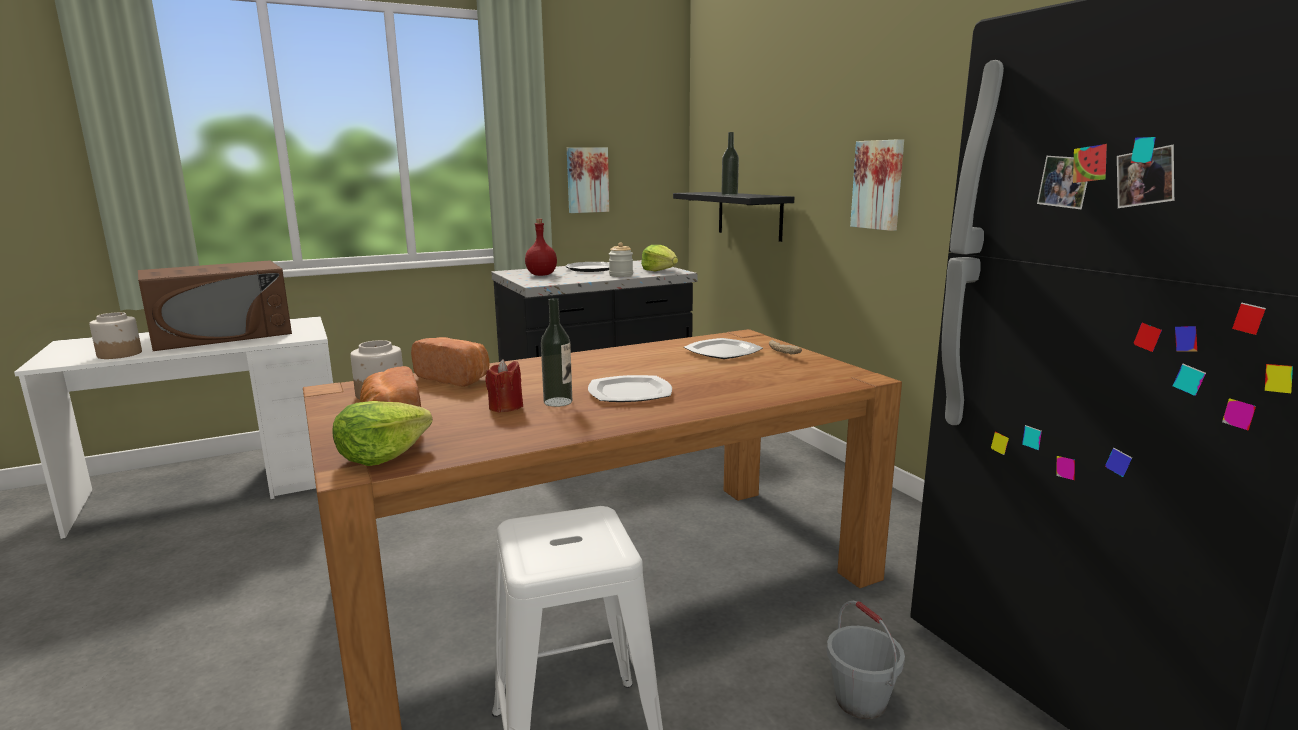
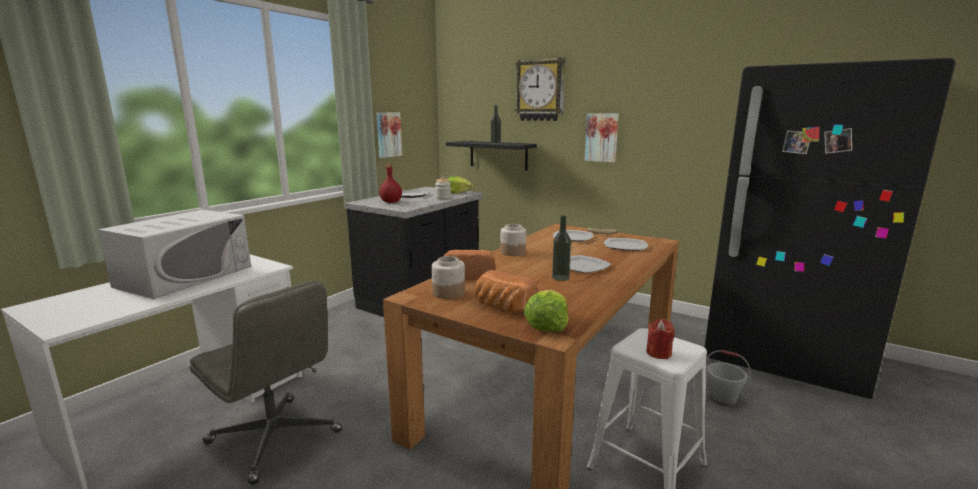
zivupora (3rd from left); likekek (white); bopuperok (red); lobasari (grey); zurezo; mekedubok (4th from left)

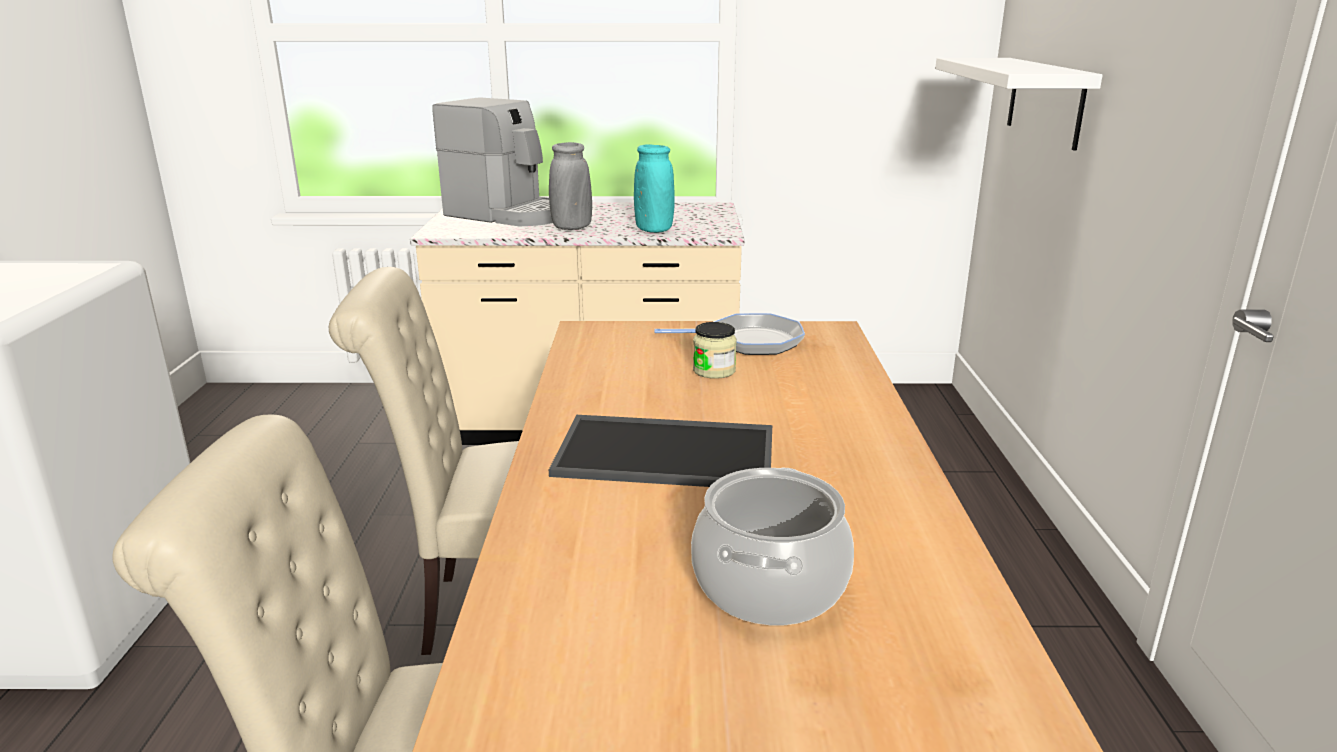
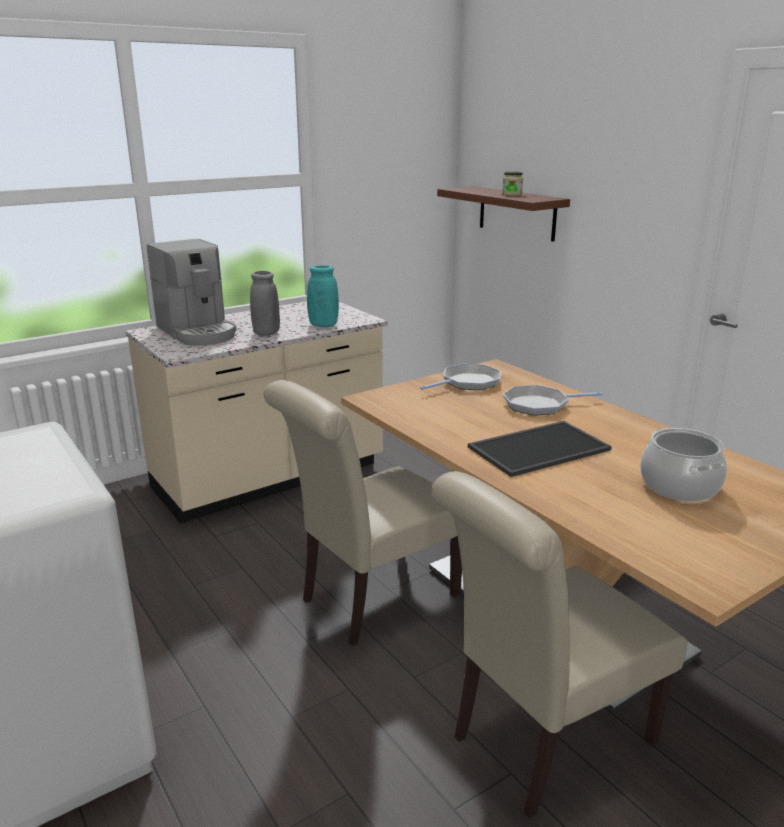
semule; zivupora; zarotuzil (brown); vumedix (2nd from left)

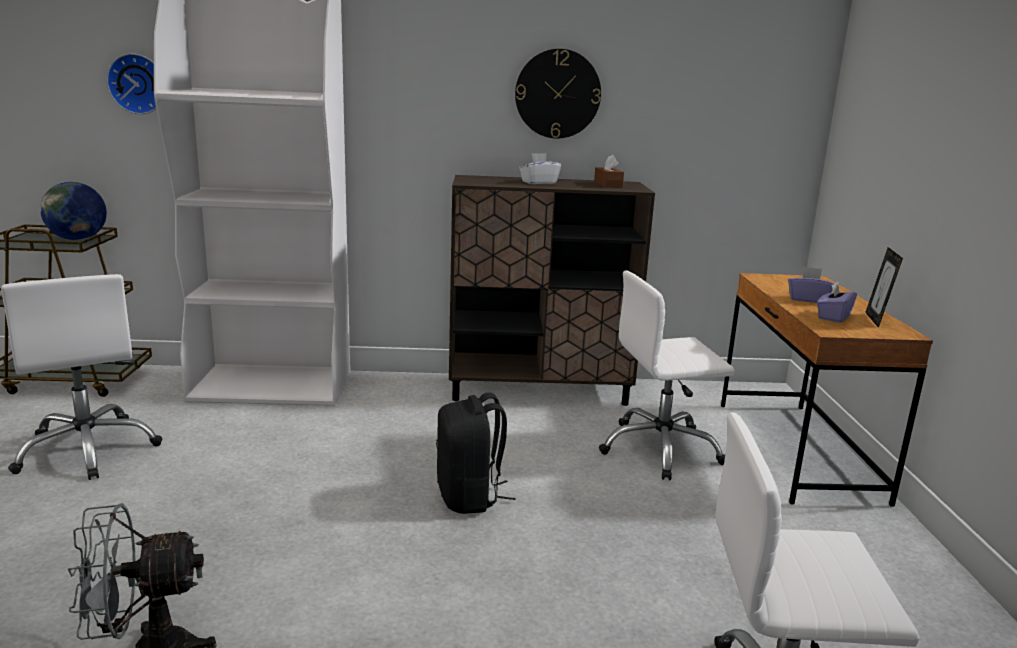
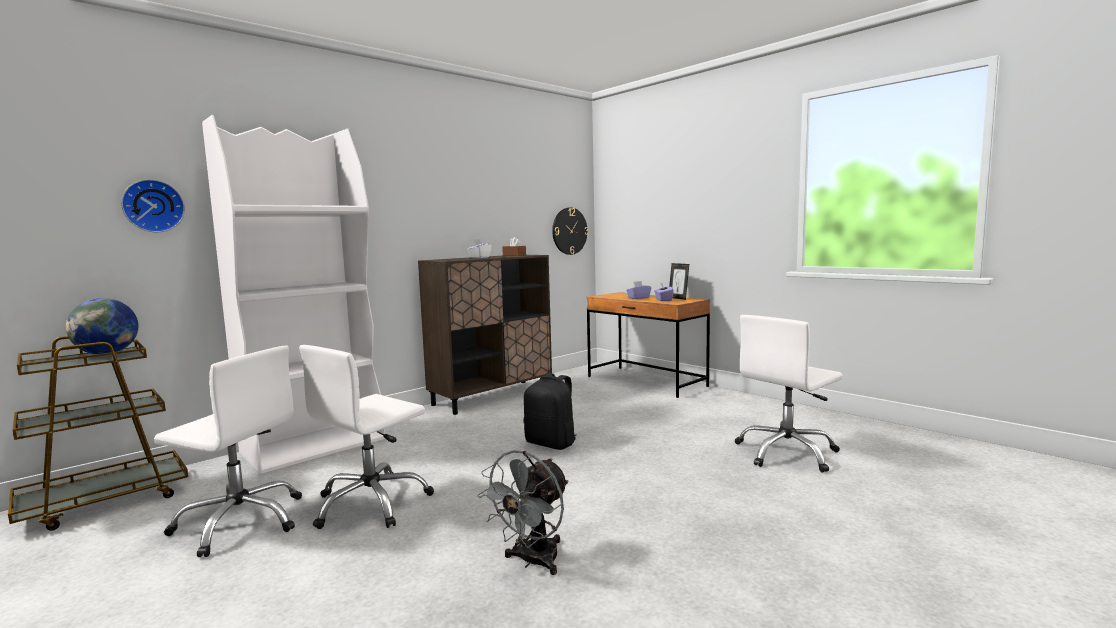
zurezo (2nd from left); lobasari (white) (2nd from left)

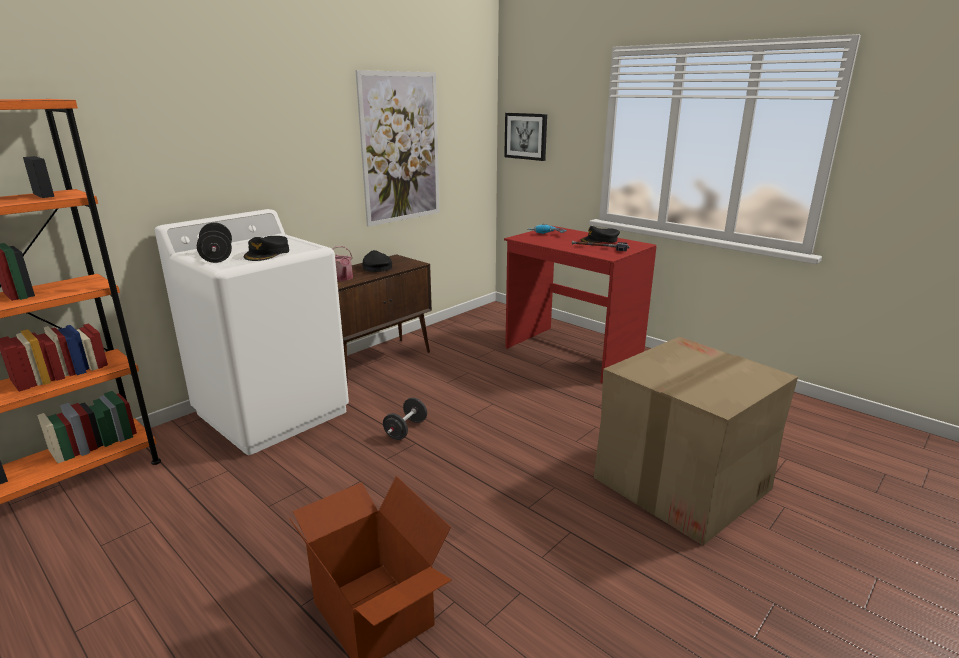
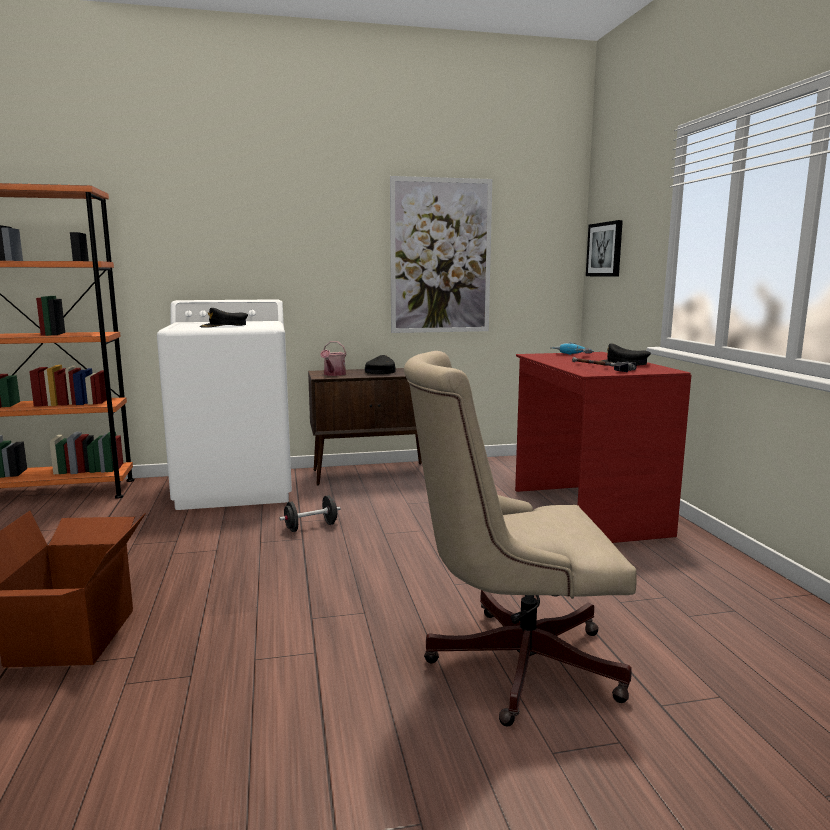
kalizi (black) (1st from left in the first image); lobasari (beige)

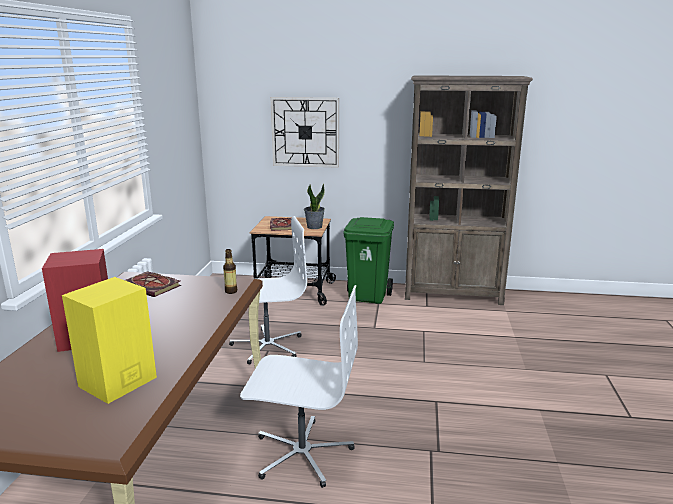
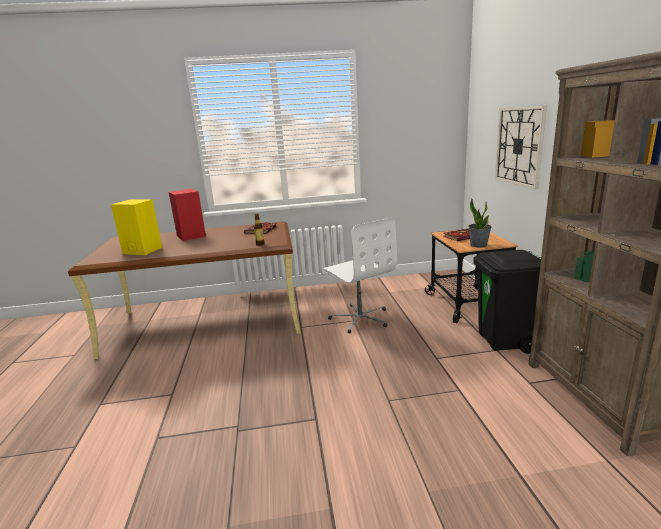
lobasari (white) (2nd from left in the first image); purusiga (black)

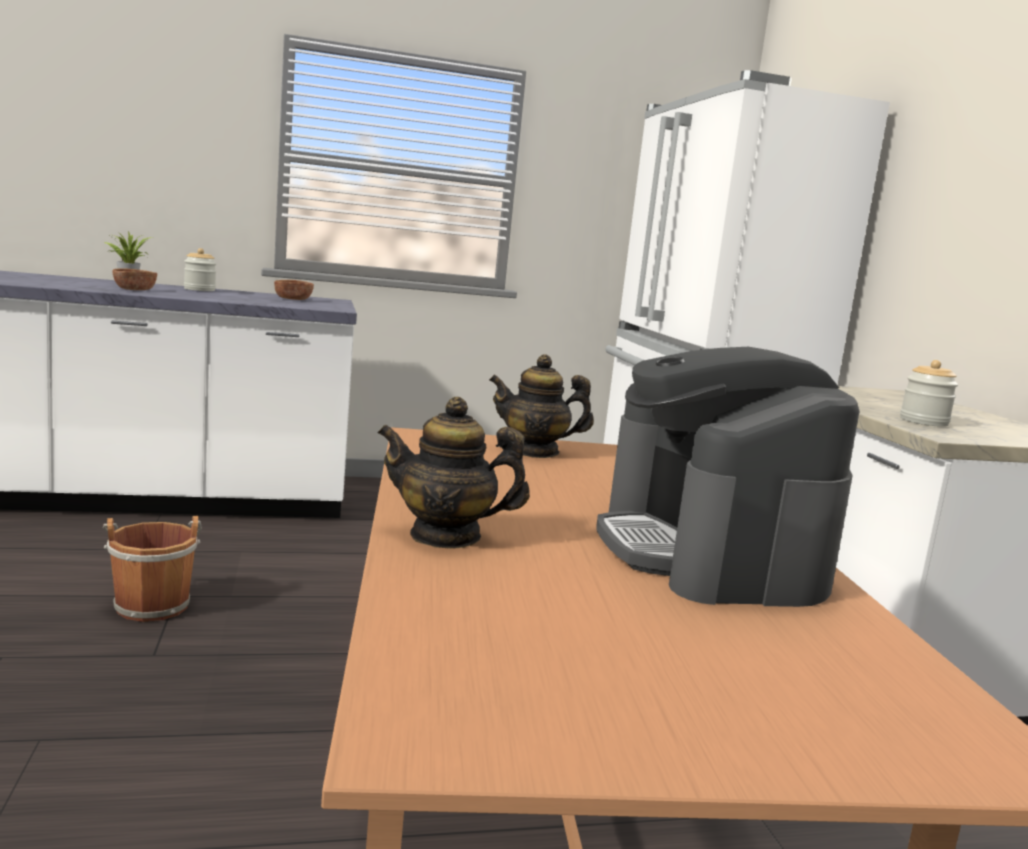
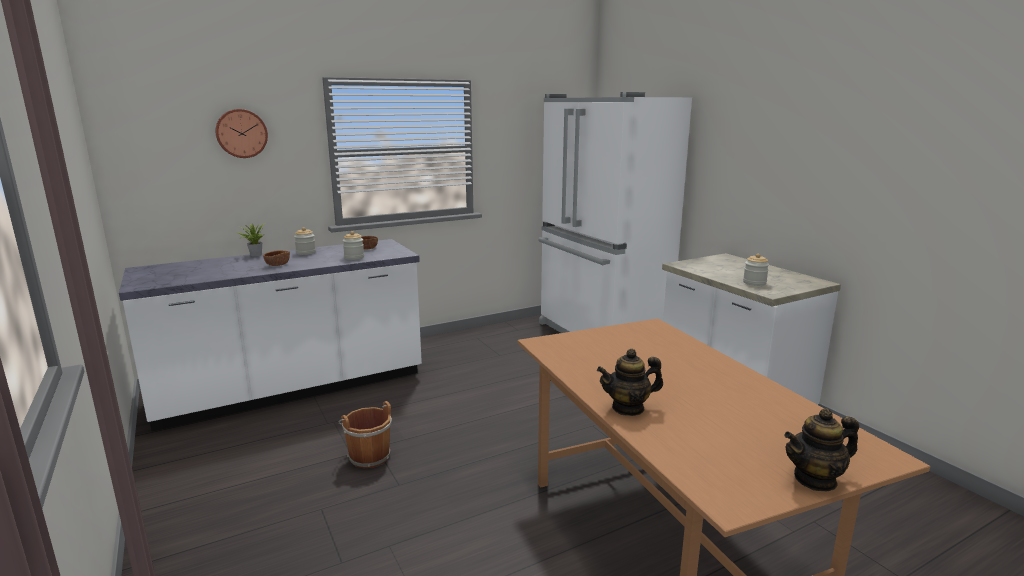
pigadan (2nd from left); semule; zurezo; zivupora (2nd from left)

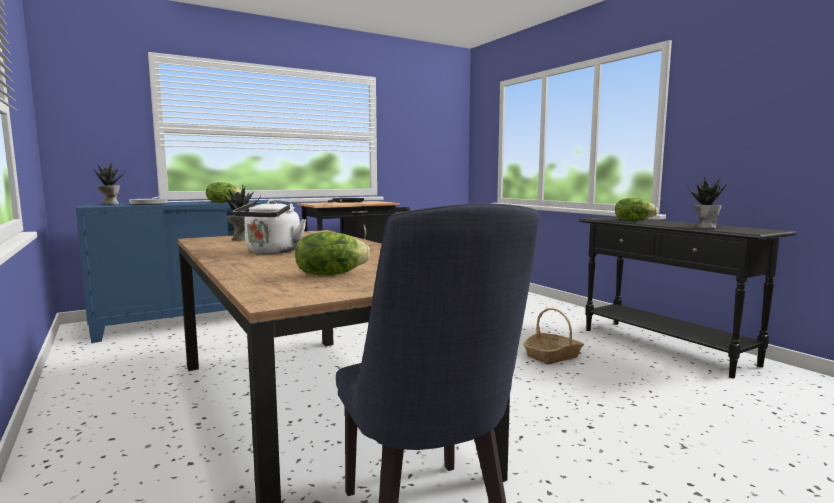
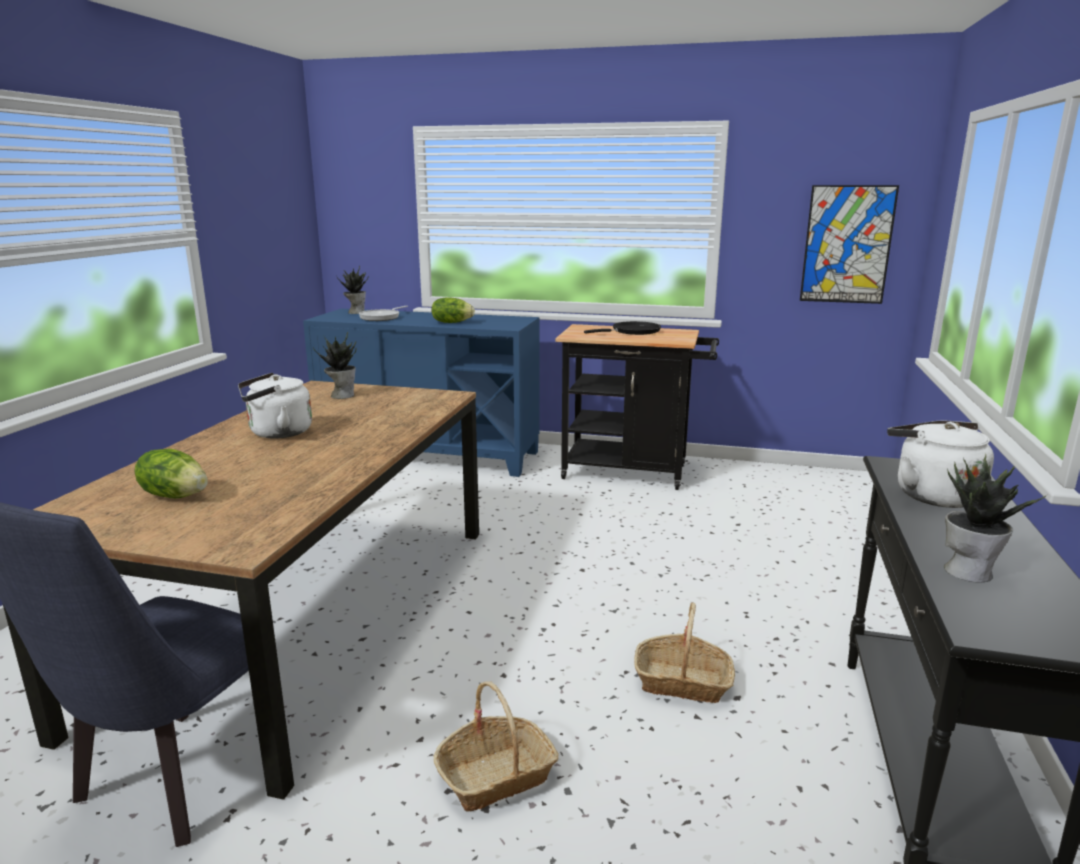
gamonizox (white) (2nd from left); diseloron (1st from left); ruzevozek

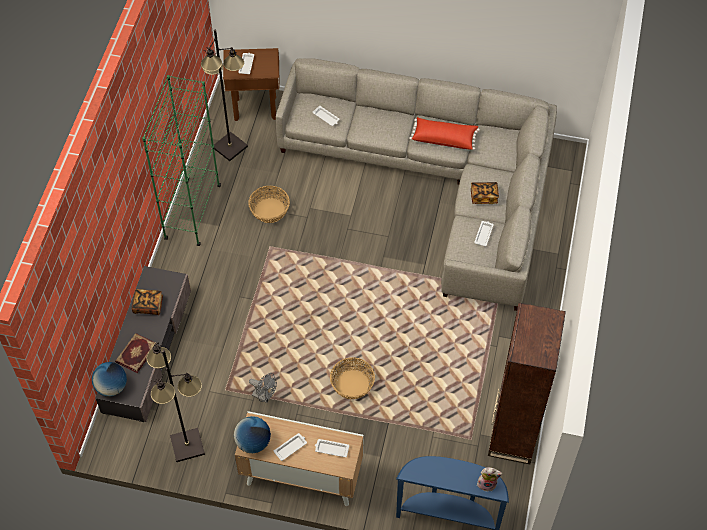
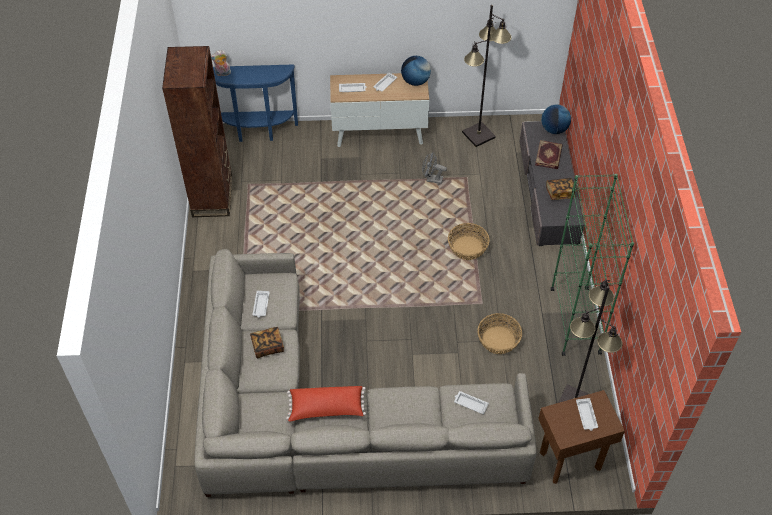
diseloron (1st from left)

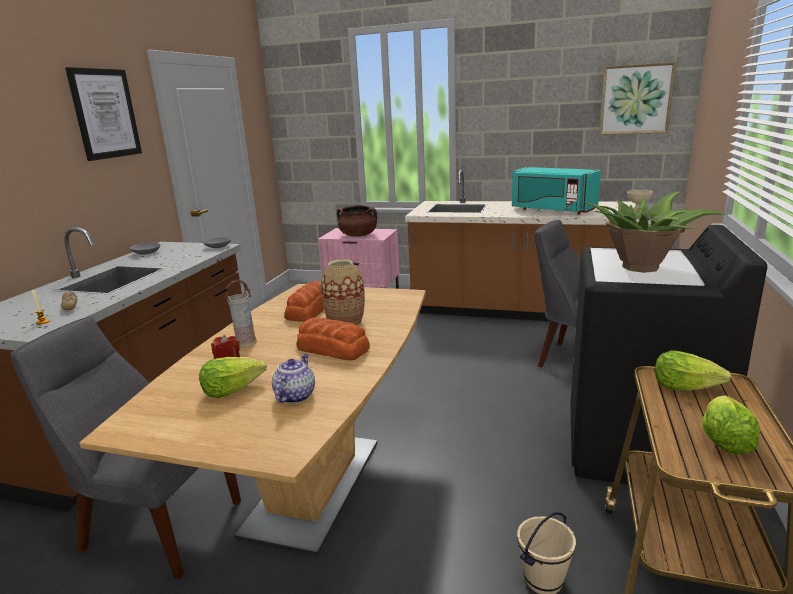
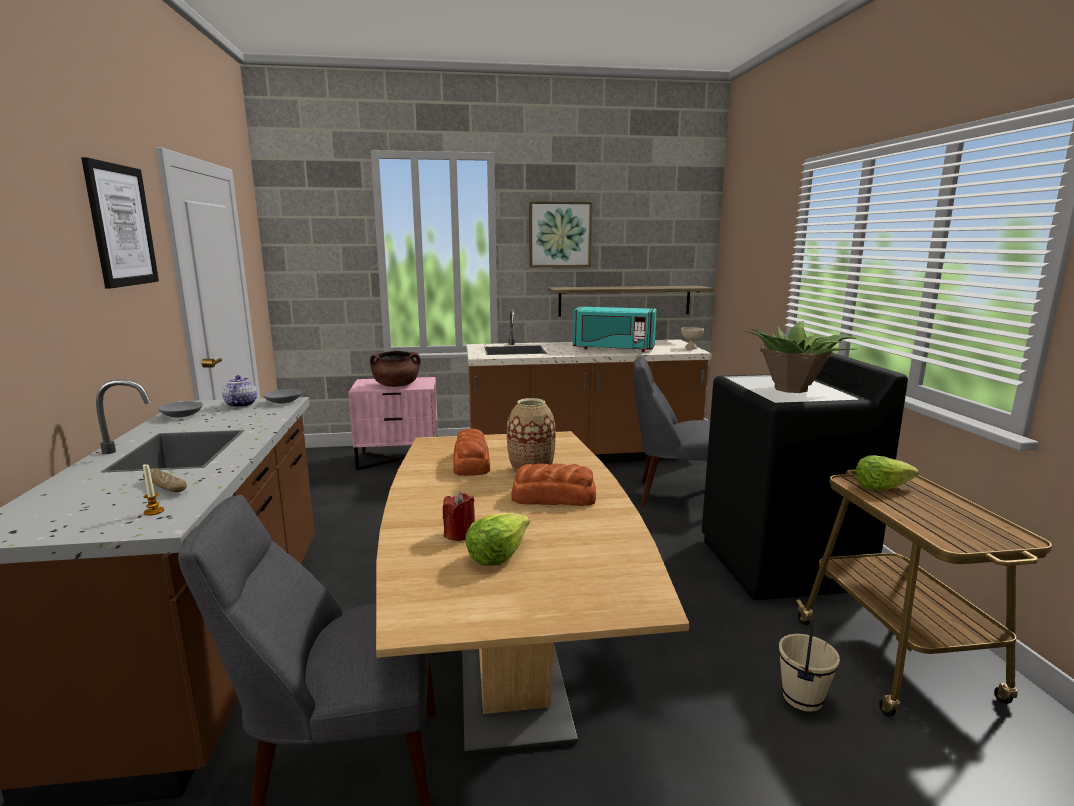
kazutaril (1st from left in the first image); pigadan; ruzevozek (2nd from left); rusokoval (3rd from left in the first image); zarotuzil

